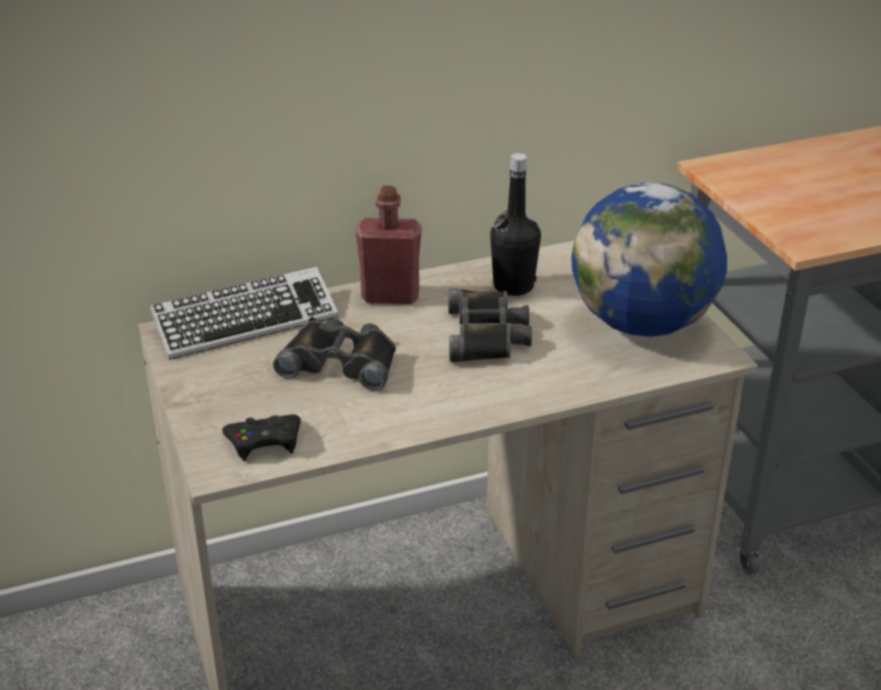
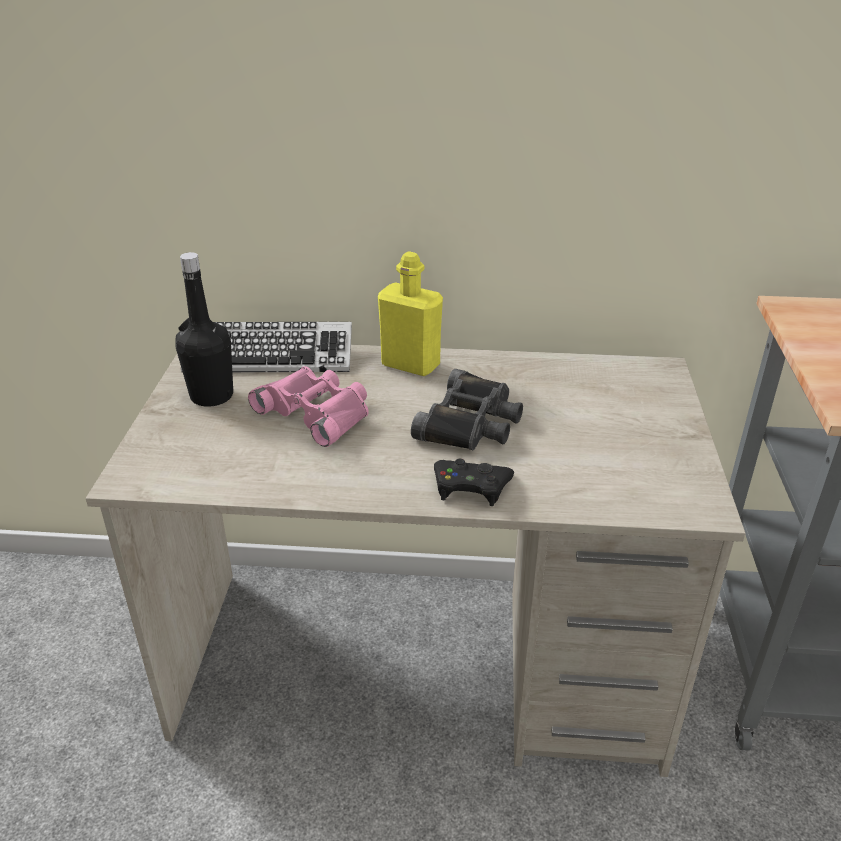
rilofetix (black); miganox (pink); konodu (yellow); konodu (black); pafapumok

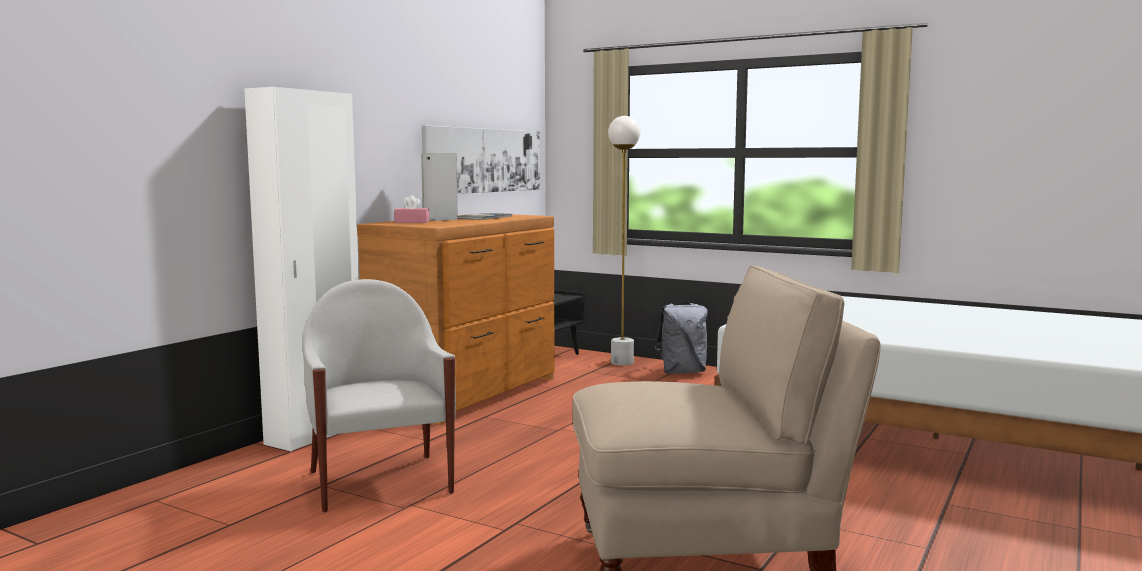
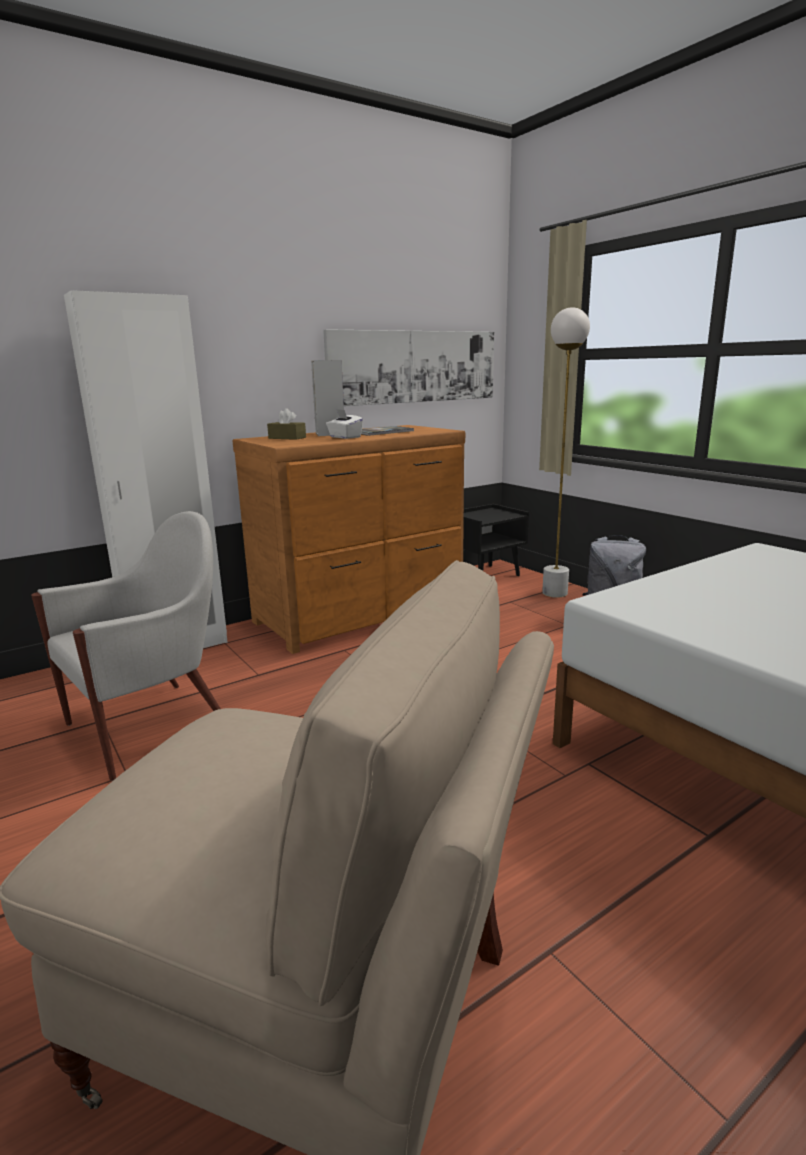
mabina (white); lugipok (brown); lugipok (white)

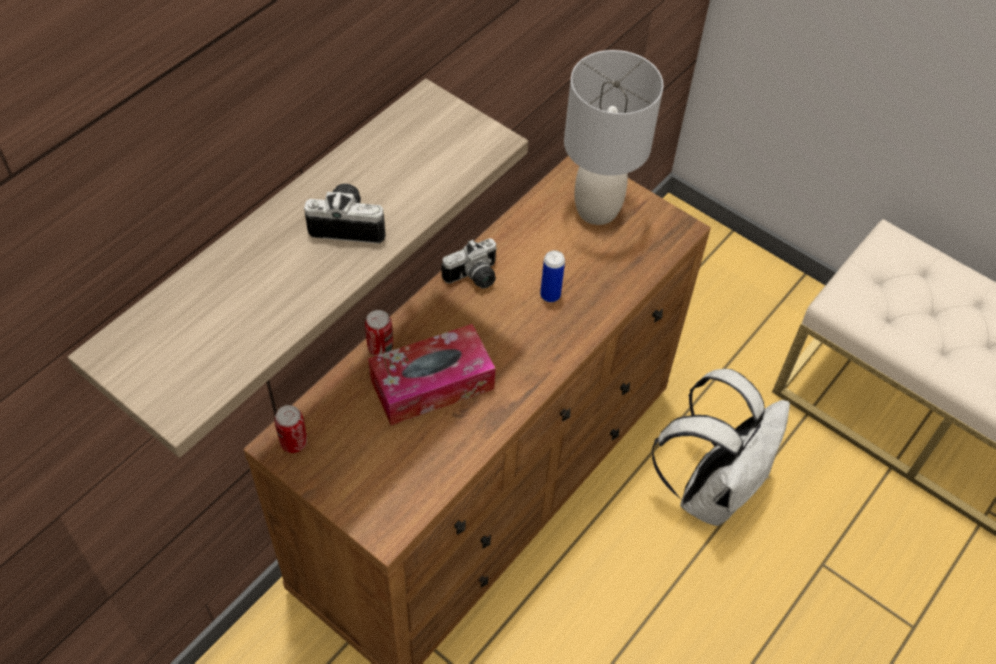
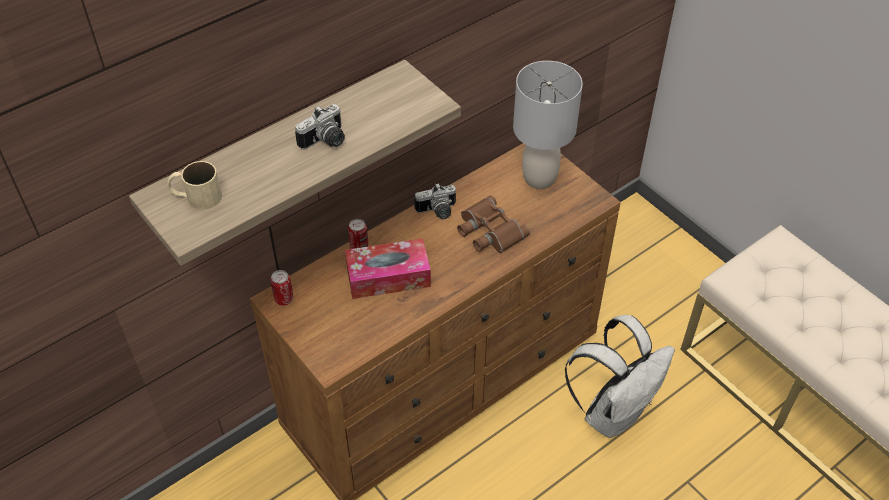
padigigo (1st from left); miganox (brown); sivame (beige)

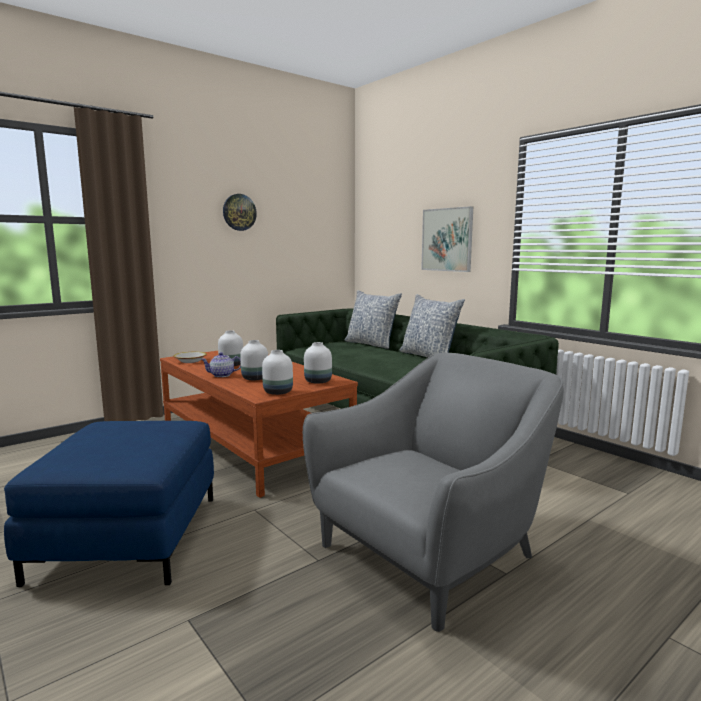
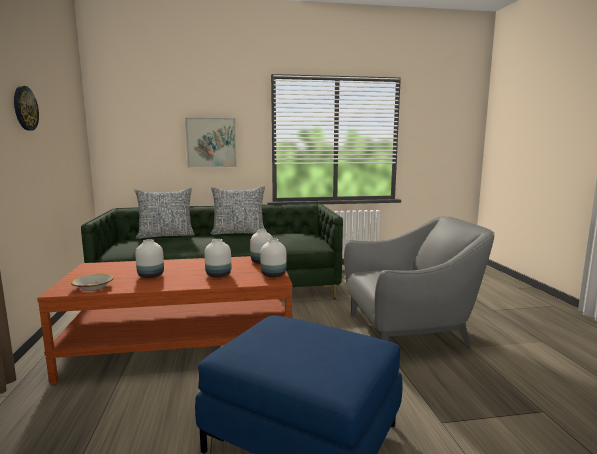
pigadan; mabina (grey)

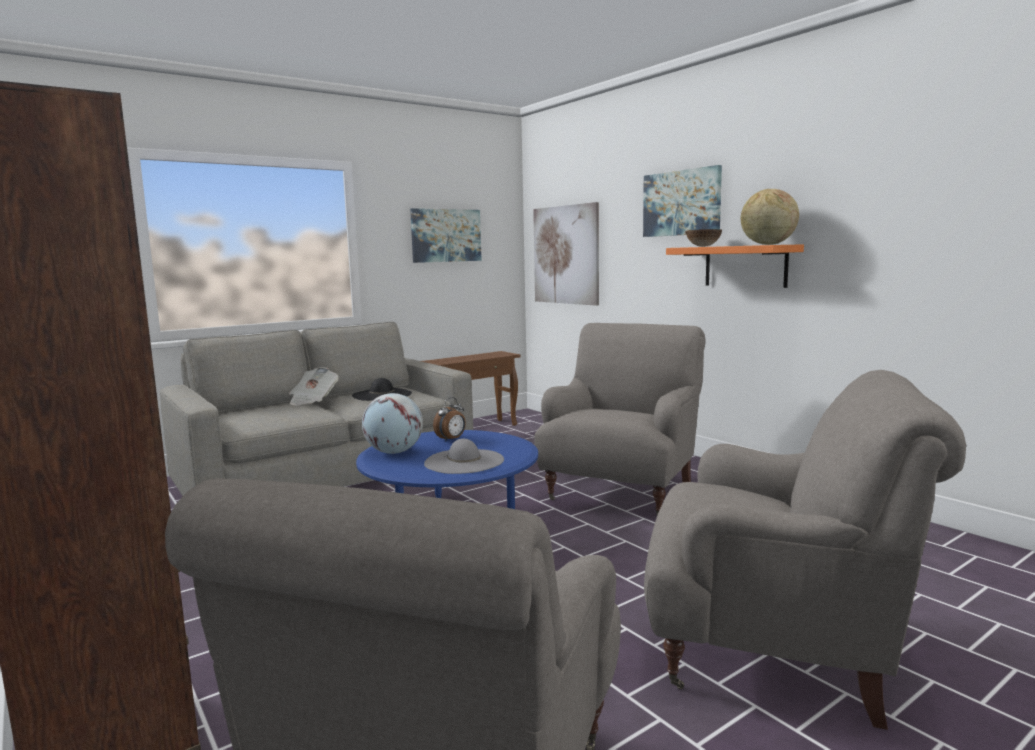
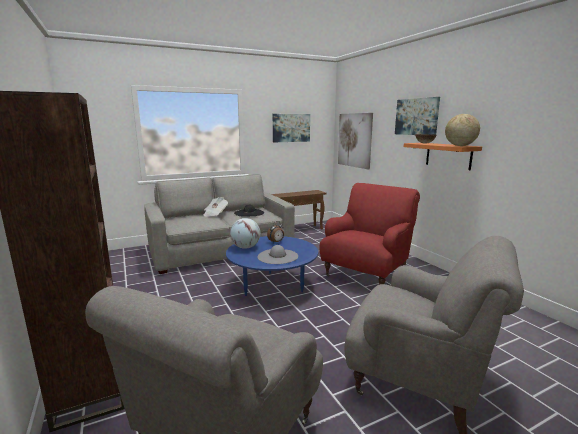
mabina (red)

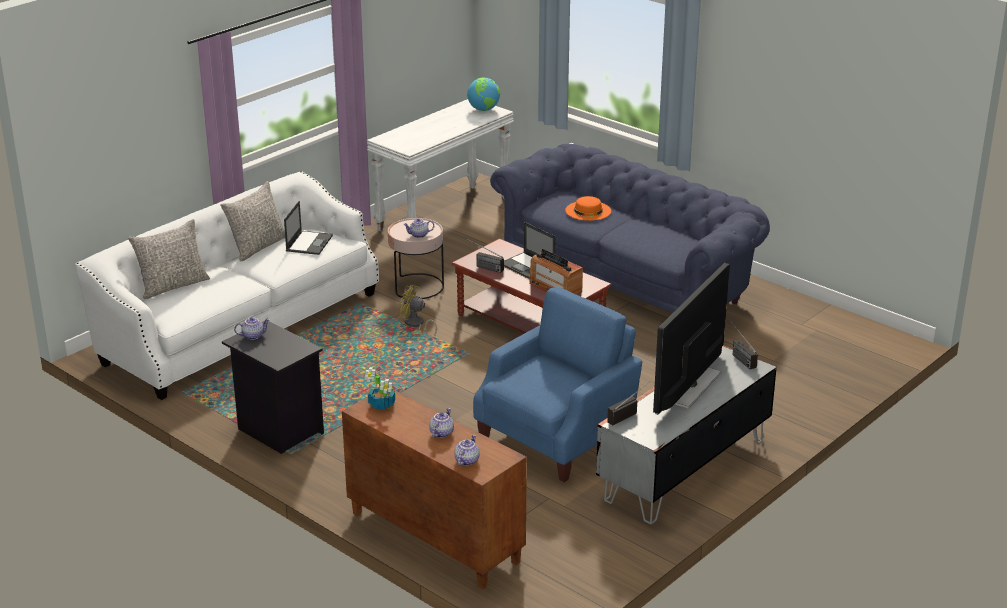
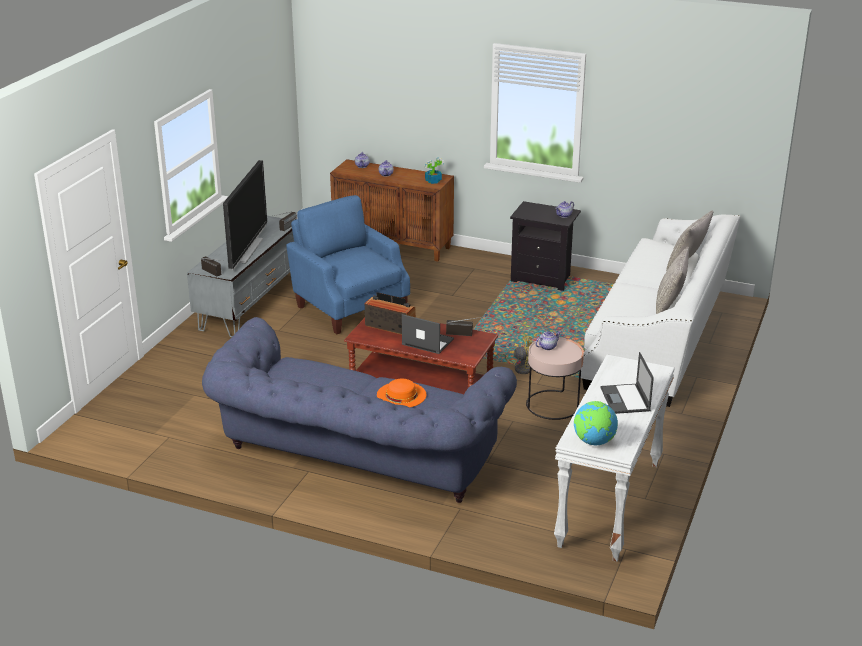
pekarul (2nd from left); mabina (blue)

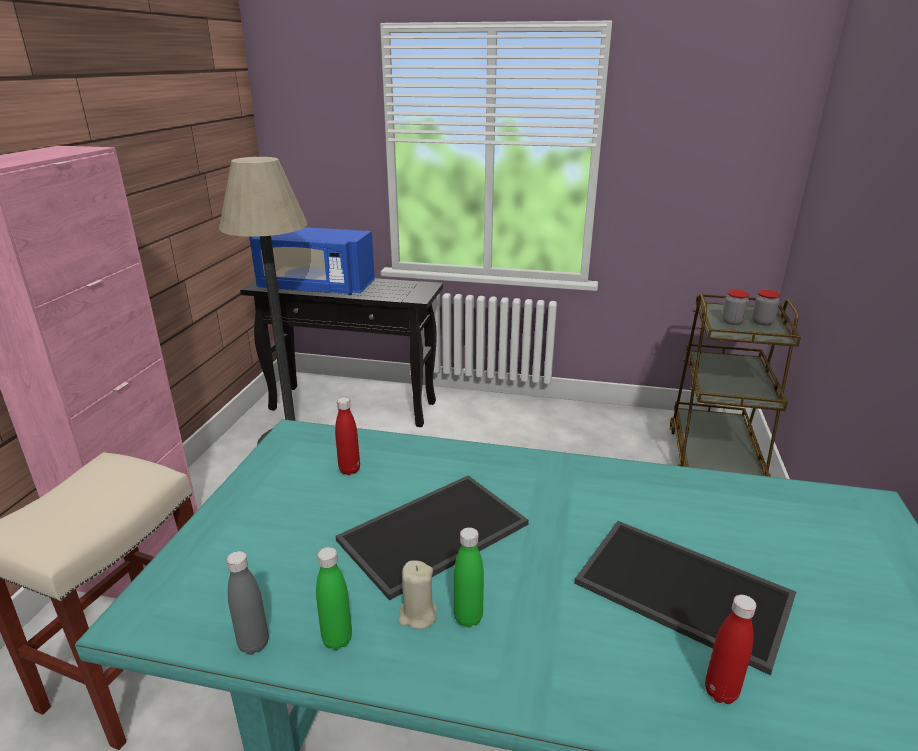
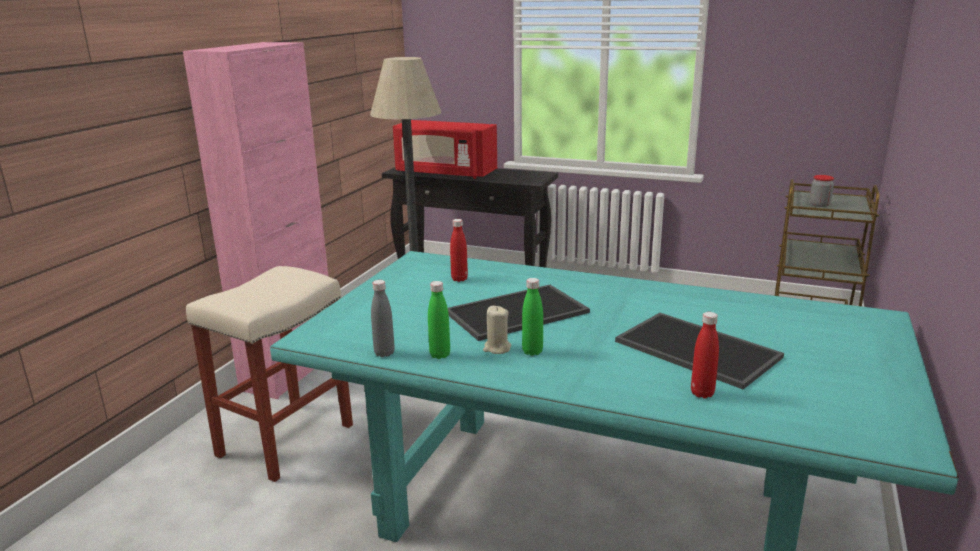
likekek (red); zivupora (2nd from left in the first image)

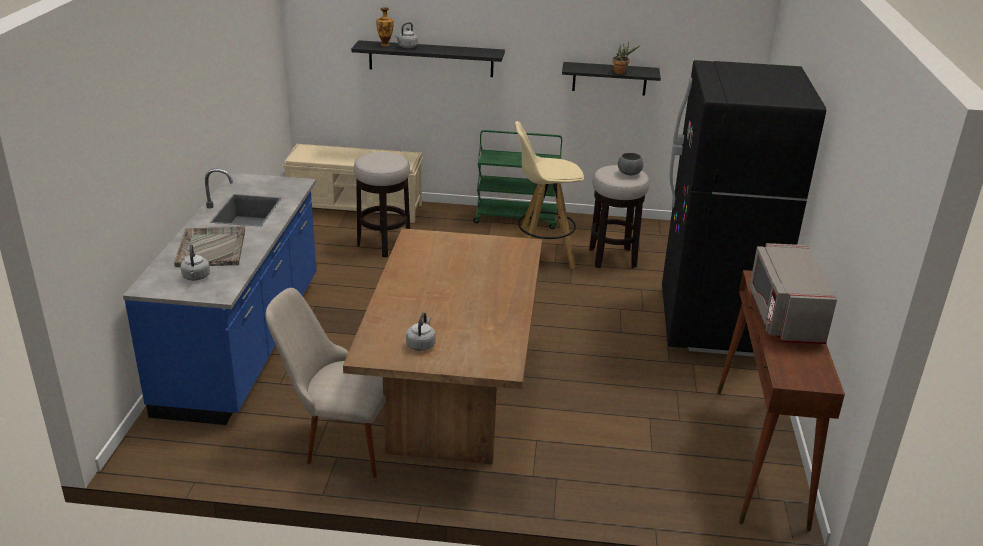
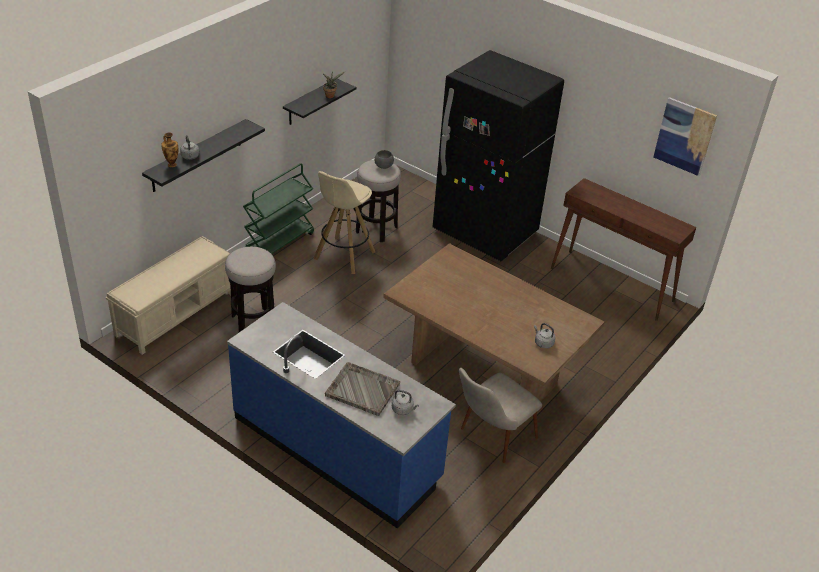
likekek (grey); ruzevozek

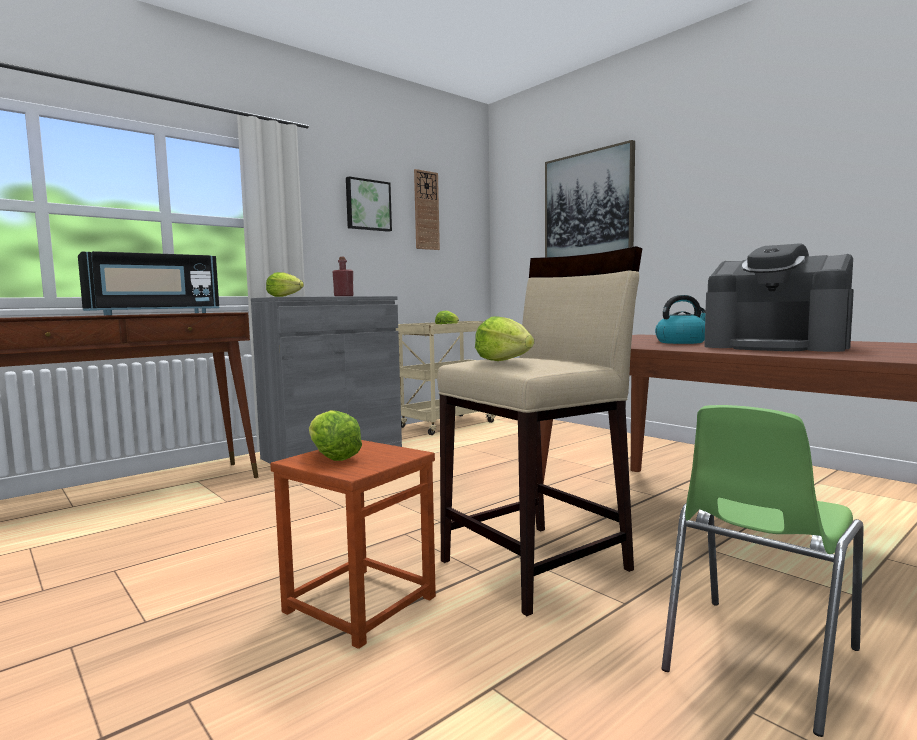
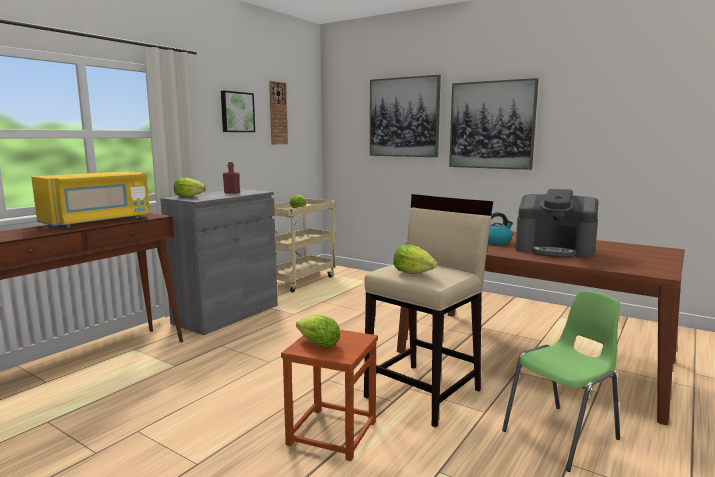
likekek (yellow); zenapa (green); ruzevozek (3rd from left)

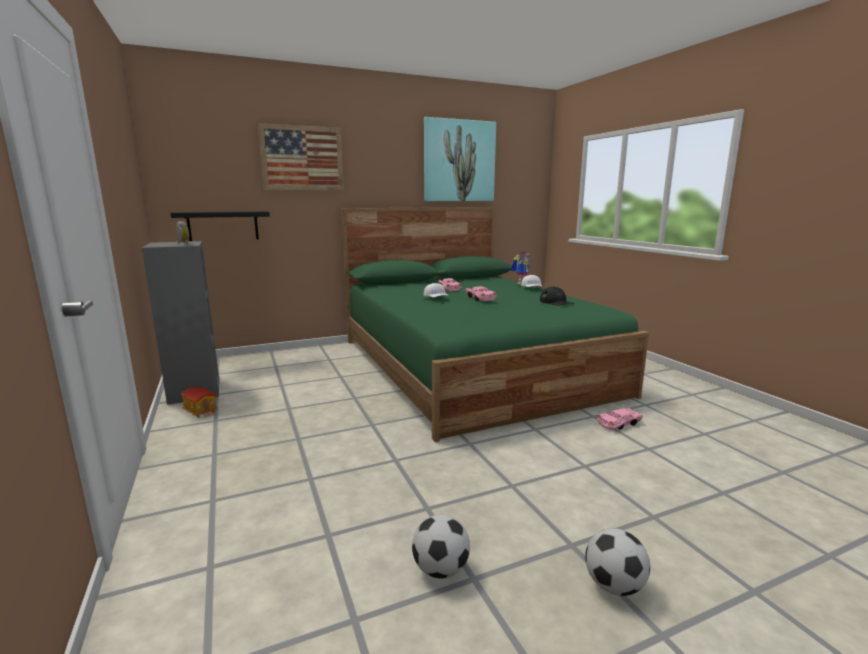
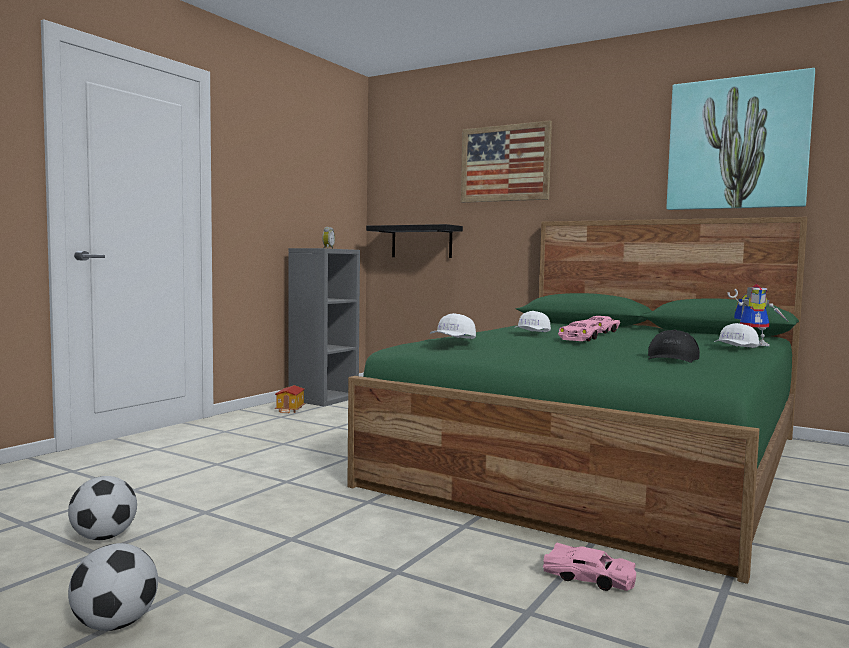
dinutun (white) (1st from left)

